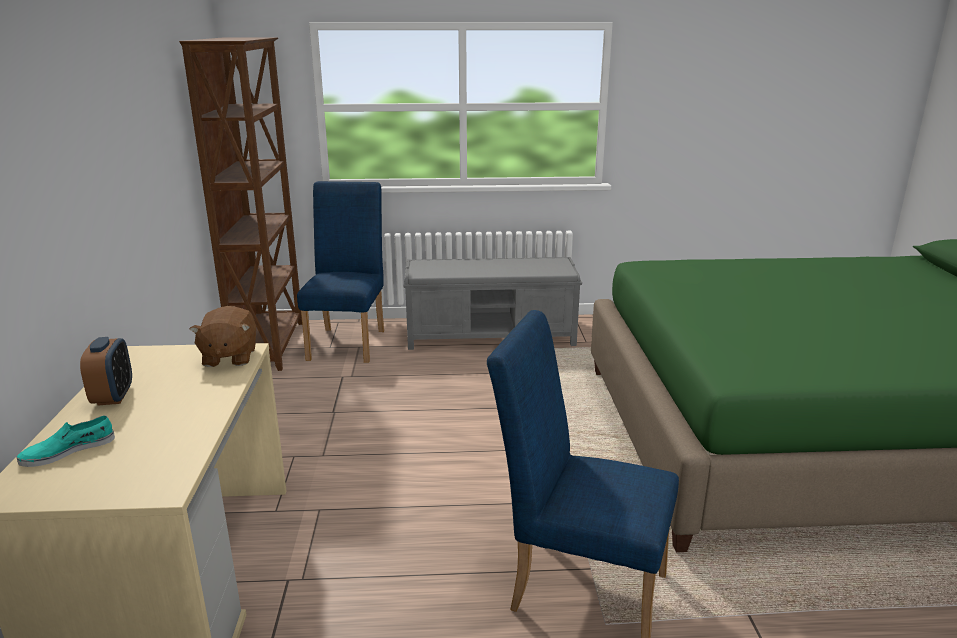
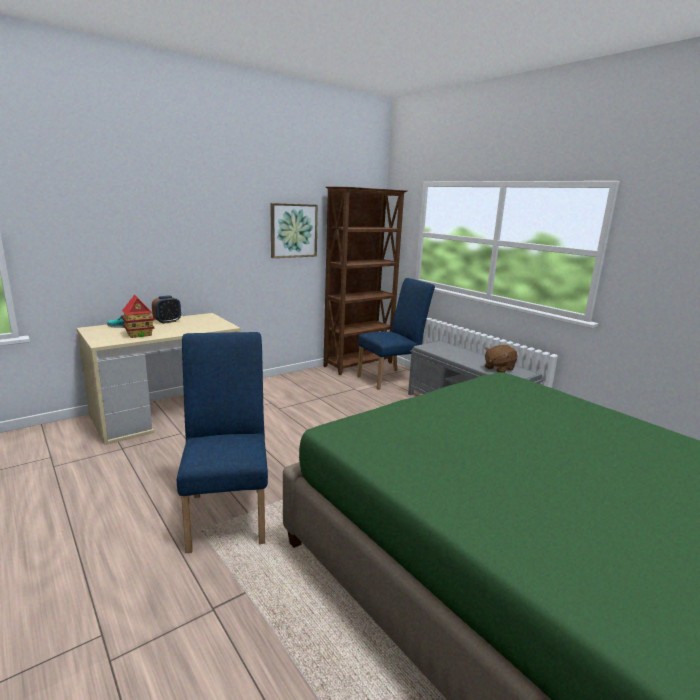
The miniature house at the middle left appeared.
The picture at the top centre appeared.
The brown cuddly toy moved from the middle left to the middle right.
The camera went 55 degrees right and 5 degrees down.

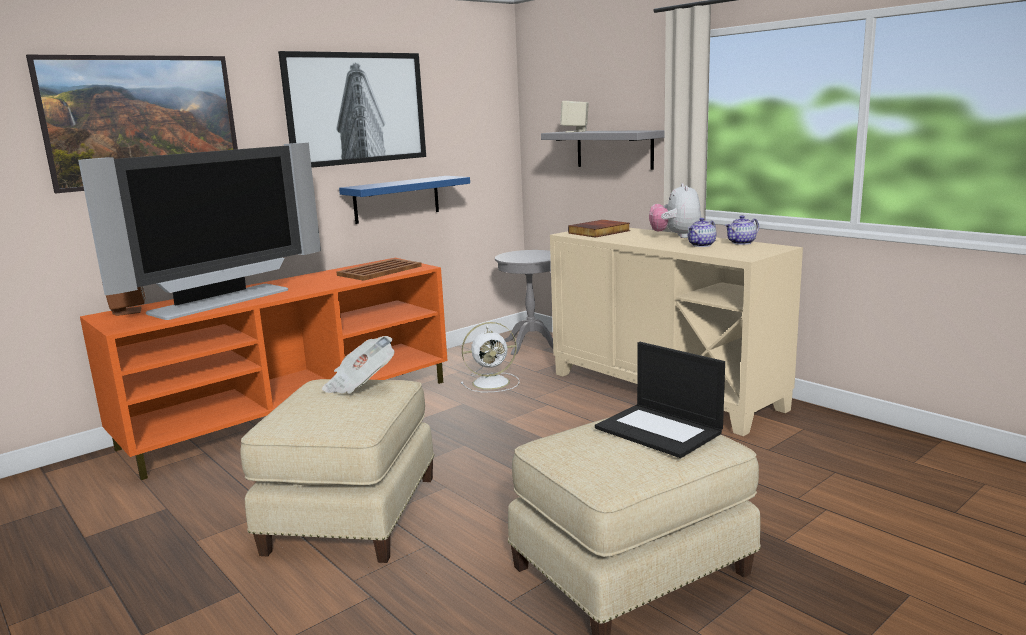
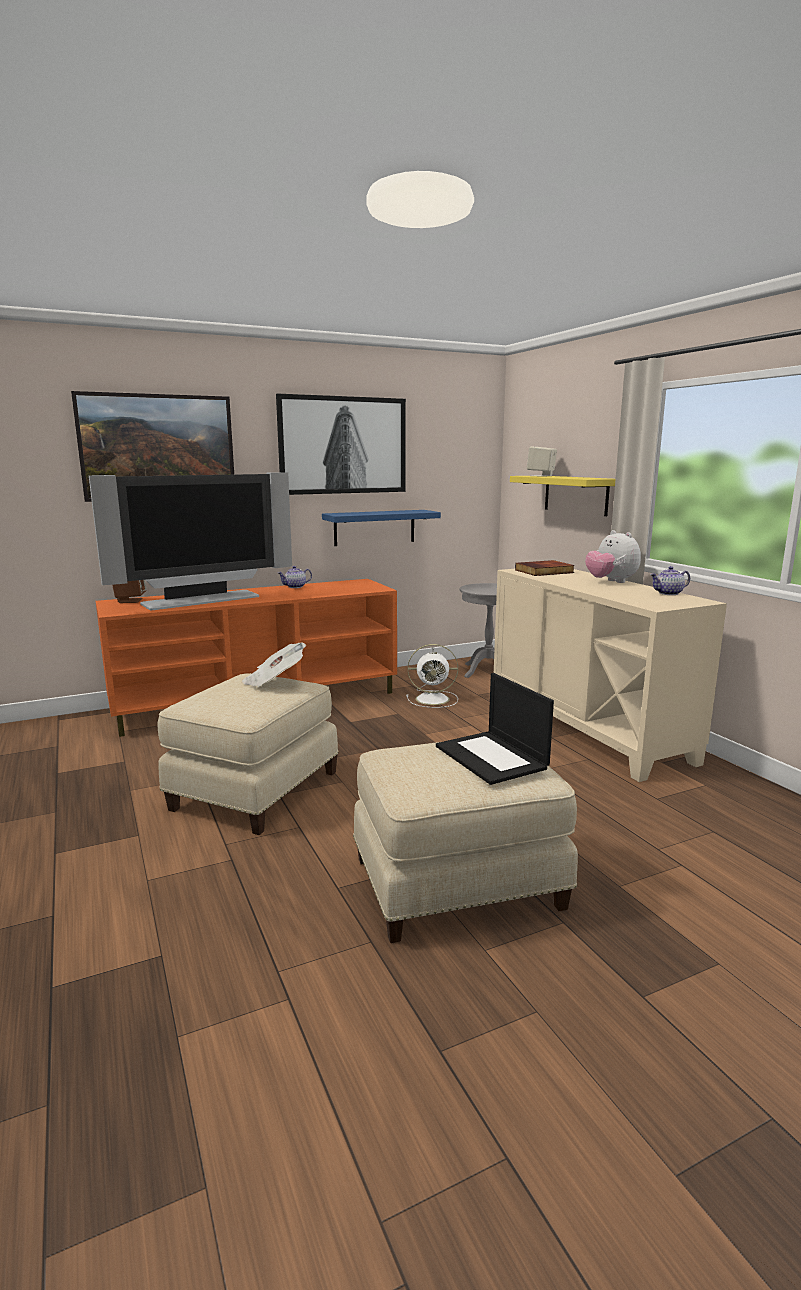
The tea pot (1st from left) moved from the middle right to the centre.
The greyish shelf at the top centre became the yellowish shelf at the middle right.
The cuddly toy at the top centre turned 45 degrees counterclockwise.
The brown tray at the centre disappeared.
The camera went 15 degrees right and 0 degrees up.

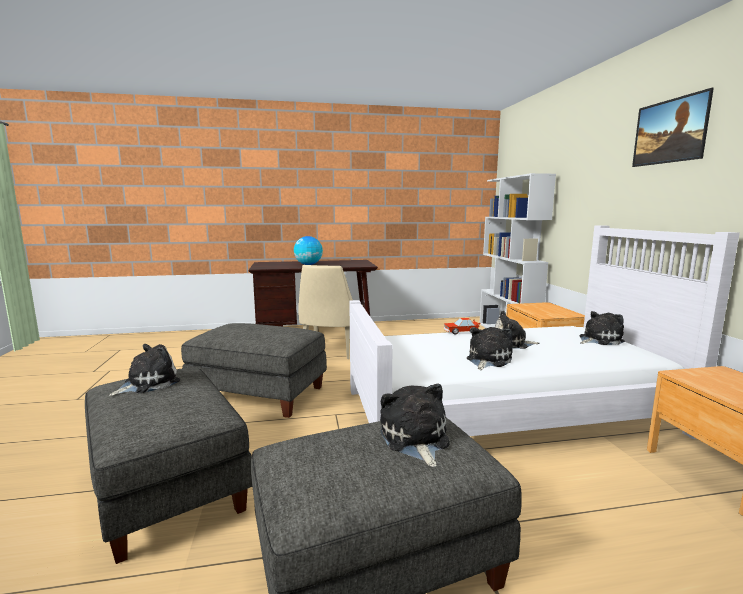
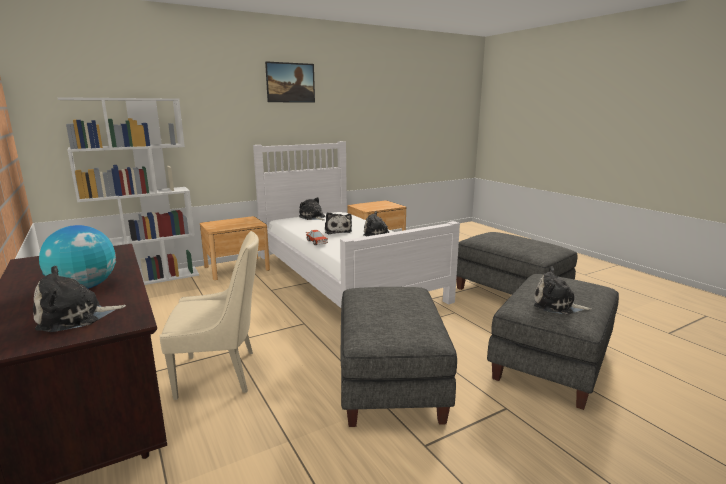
The cuddly toy (2nd from left in the first image) moved from the bottom centre to the middle left.
The camera went 110 degrees left and 5 degrees up.

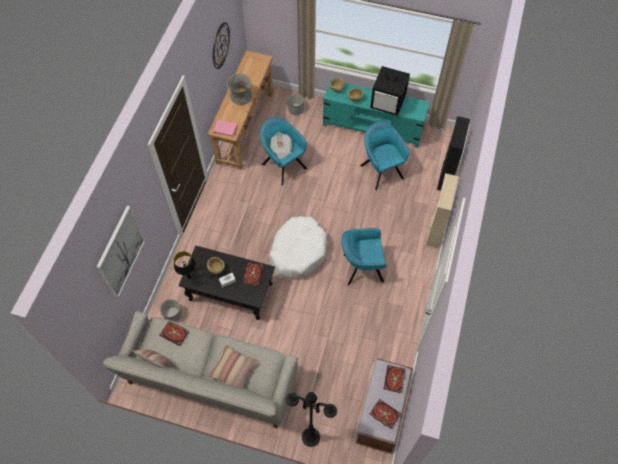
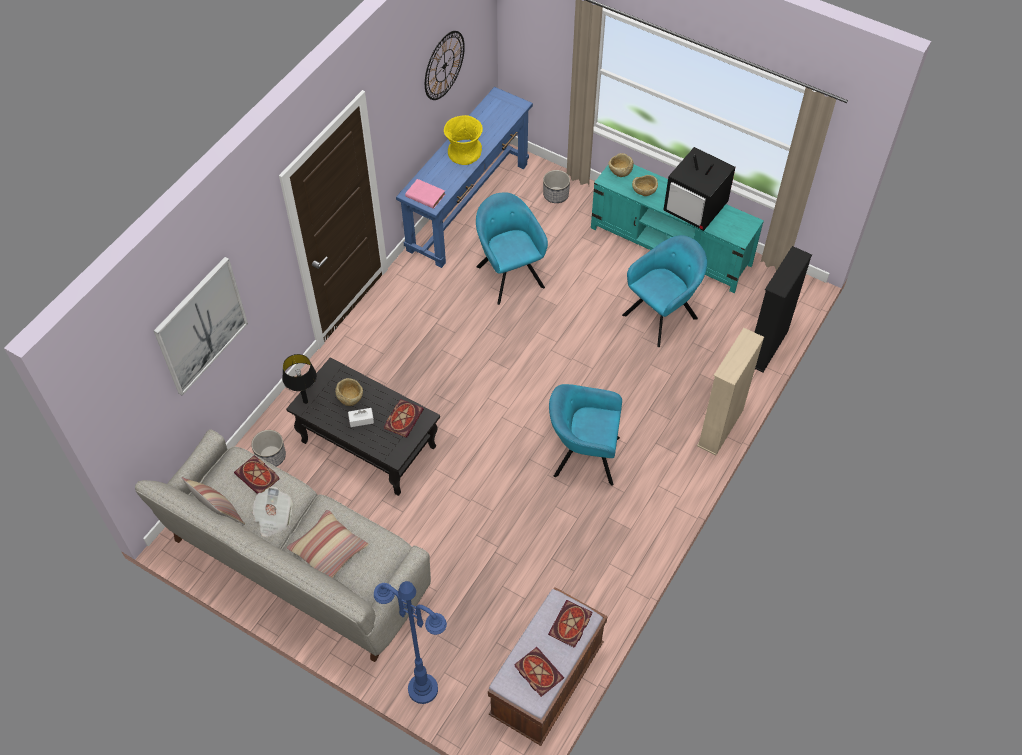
The printed paper moved from the top centre to the bottom left.
The black-coloured standard lamp at the bottom centre became the blue standard lamp at the bottom centre.
The brown hall table at the top centre became the blue hall table at the top centre.
The greyish decorative vase at the top centre became the yellowish decorative vase at the top centre.
The turquoise-coloured armchair (3rd from left) at the centre turned 60 degrees clockwise.
The white-coloured dog cushion at the centre disappeared.
The camera went 15 degrees right and 5 degrees down.

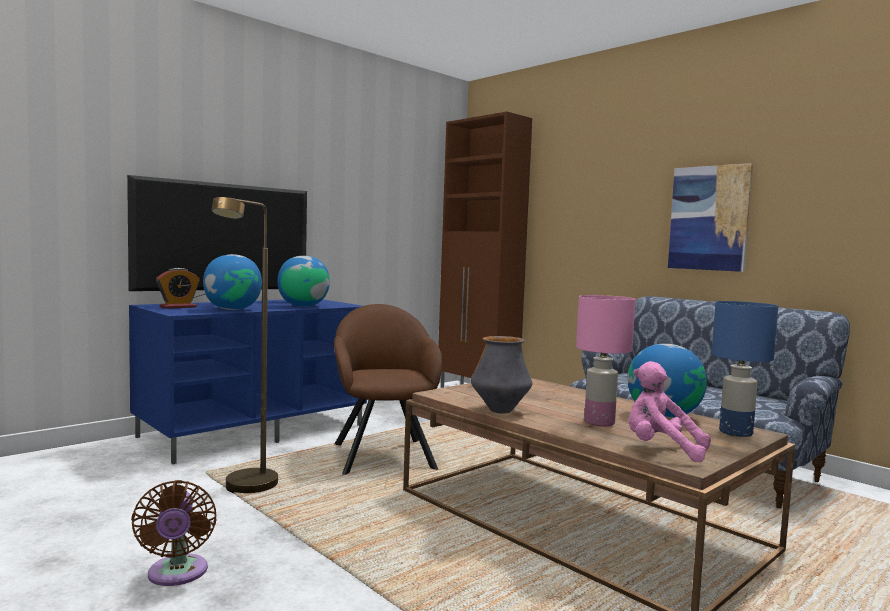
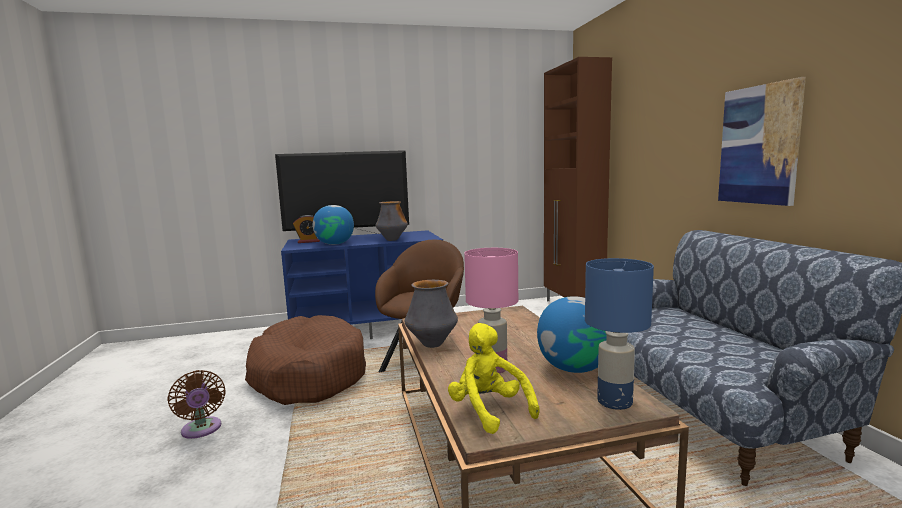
The brown fan at the bottom left turned 45 degrees counterclockwise.
The brown standard lamp at the middle left was replaced by the brown dog cushion at the bottom centre.
The desk globe (2nd from left) at the centre was replaced by the decorative vase (1st from left) at the centre.
The pink cuddly toy at the bottom right became the yellowish cuddly toy at the bottom centre.
The camera went 30 degrees right and 5 degrees up.

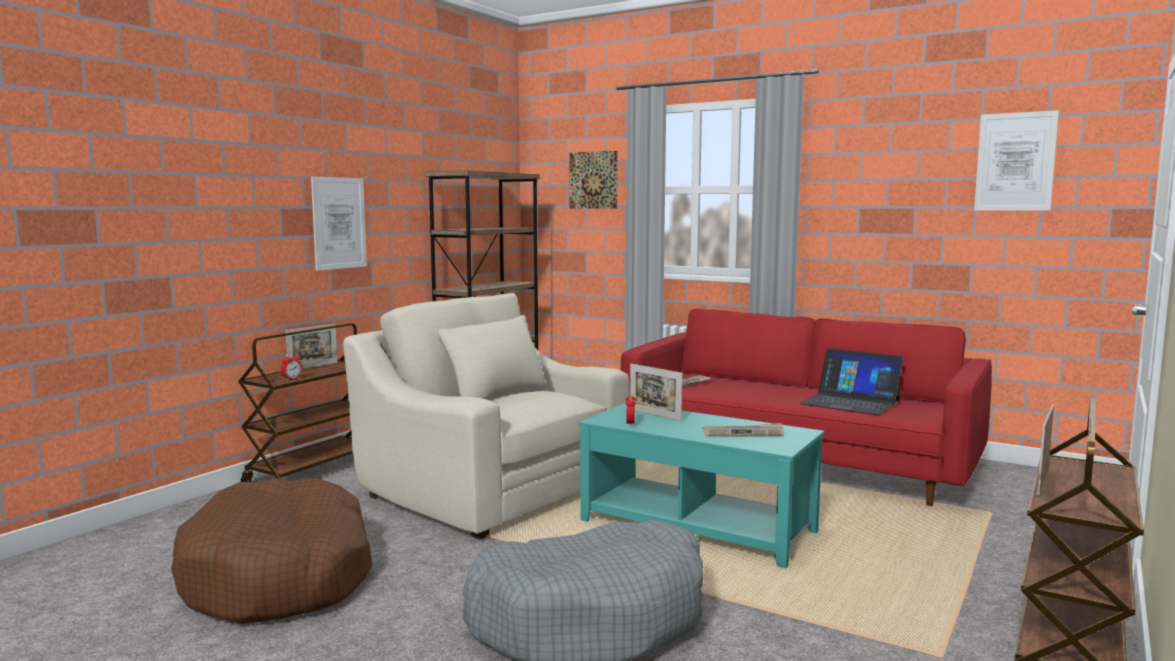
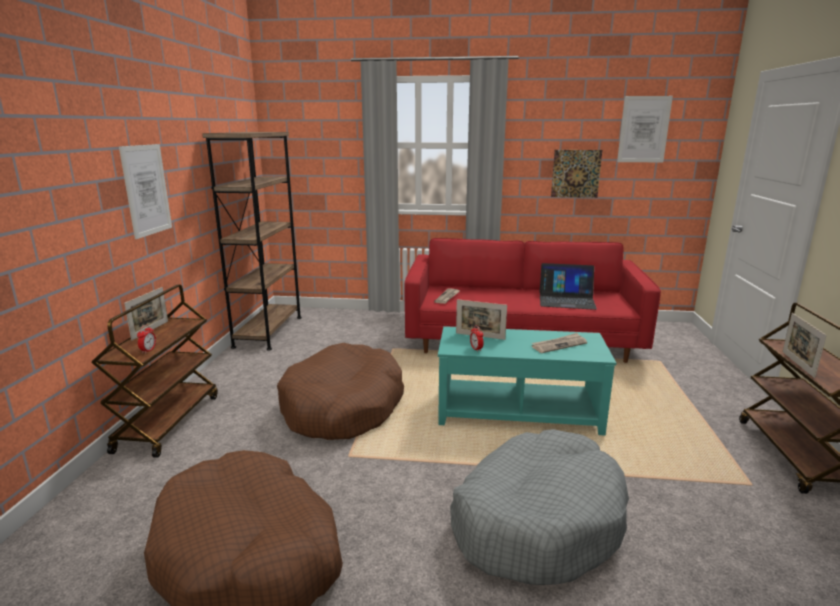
The beige-coloured armchair at the centre was replaced by the brown dog cushion (2nd from left) at the centre.
The picture (2nd from left) moved from the top centre to the top right.
The camera went 25 degrees left and 10 degrees up.

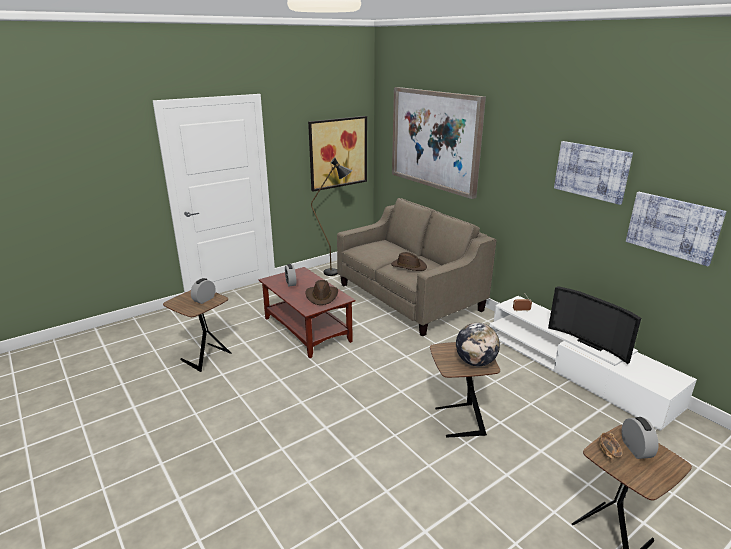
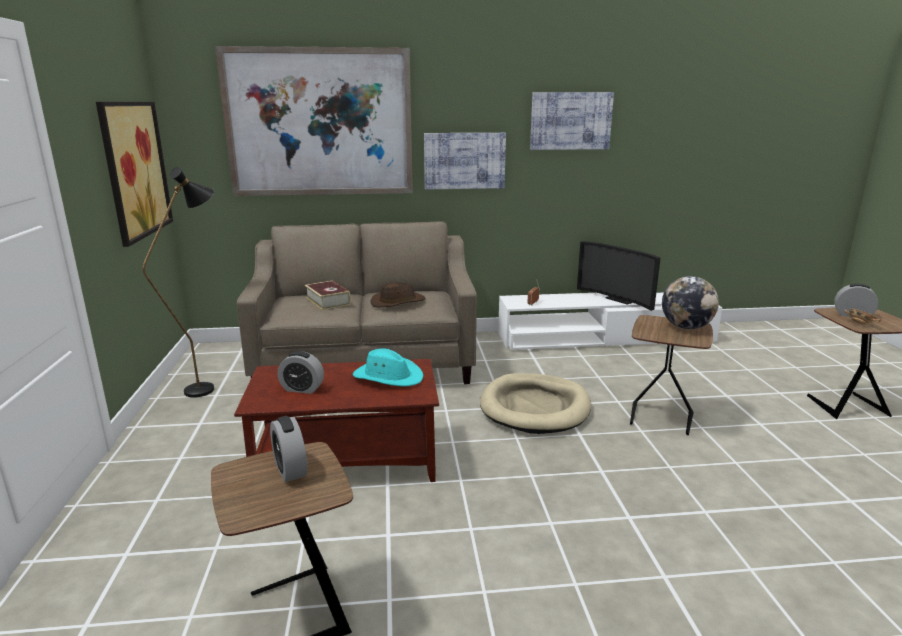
The volume at the centre appeared.
The brown hat (1st from left) at the centre became the turquoise-coloured hat at the centre.
The picture (4th from left in the first image) moved from the middle right to the top centre.
The beige-coloured dog cushion at the centre appeared.
The television at the middle right turned 60 degrees clockwise.
The camera went 60 degrees left and 5 degrees down.

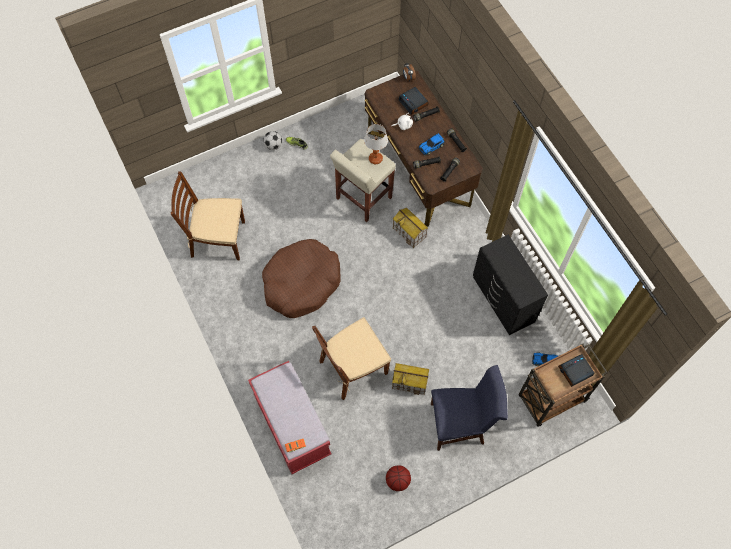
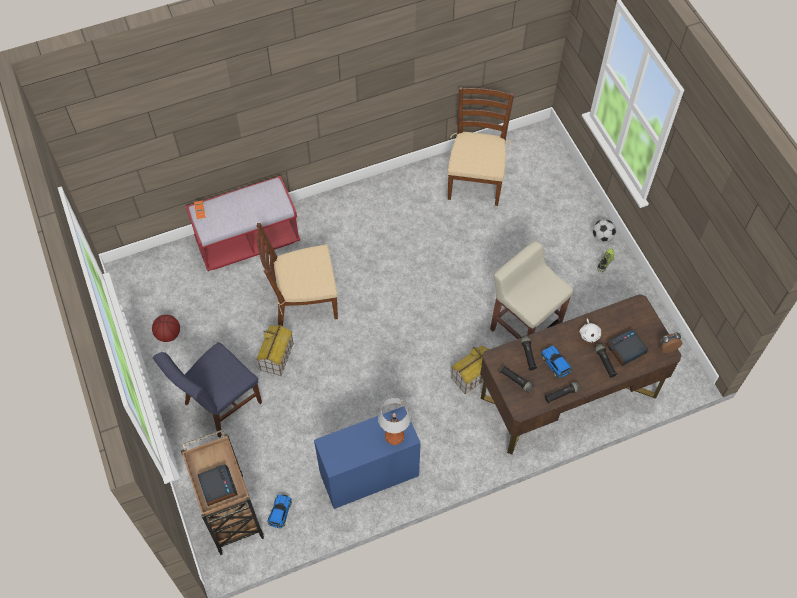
The blue chair at the bottom centre turned 45 degrees clockwise.
The brown chair (2nd from left in the first image) at the centre turned 75 degrees counterclockwise.
The black-coloured drawer chest at the middle right became the blue drawer chest at the bottom centre.
The table lamp moved from the top centre to the bottom centre.
The brown dog cushion at the centre disappeared.
The camera went 95 degrees right and 5 degrees down.

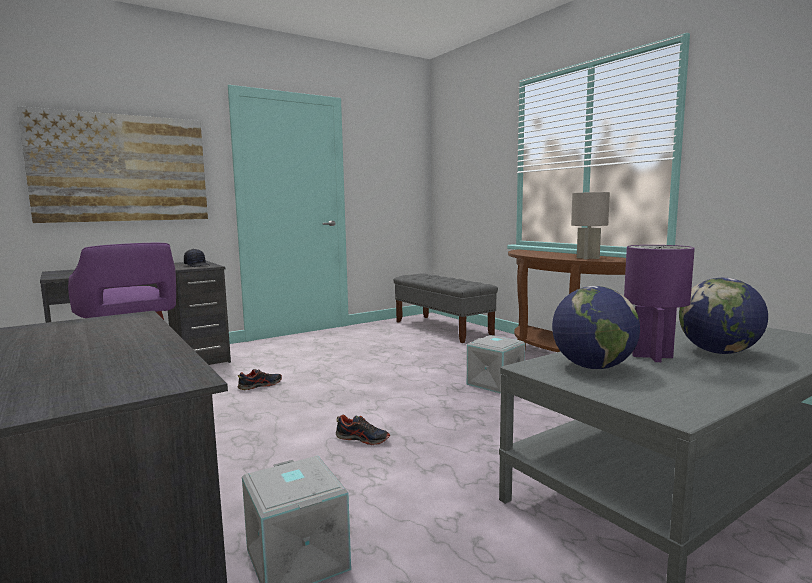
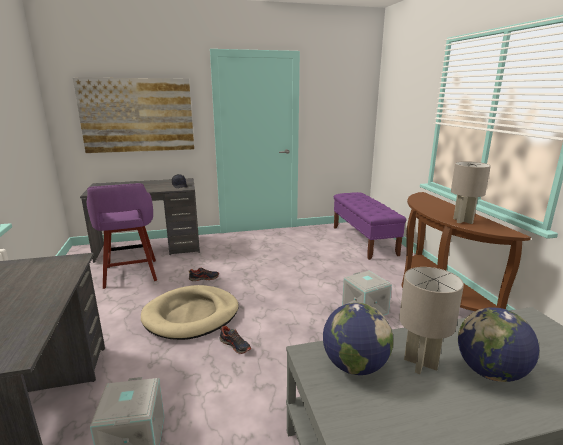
The beige-coloured dog cushion at the bottom centre appeared.
The greyish long seat at the centre became the purple-coloured long seat at the centre.
The purple-coloured table lamp at the middle right became the greyish table lamp (1st from left) at the bottom right.
The camera went 20 degrees right and 10 degrees up.

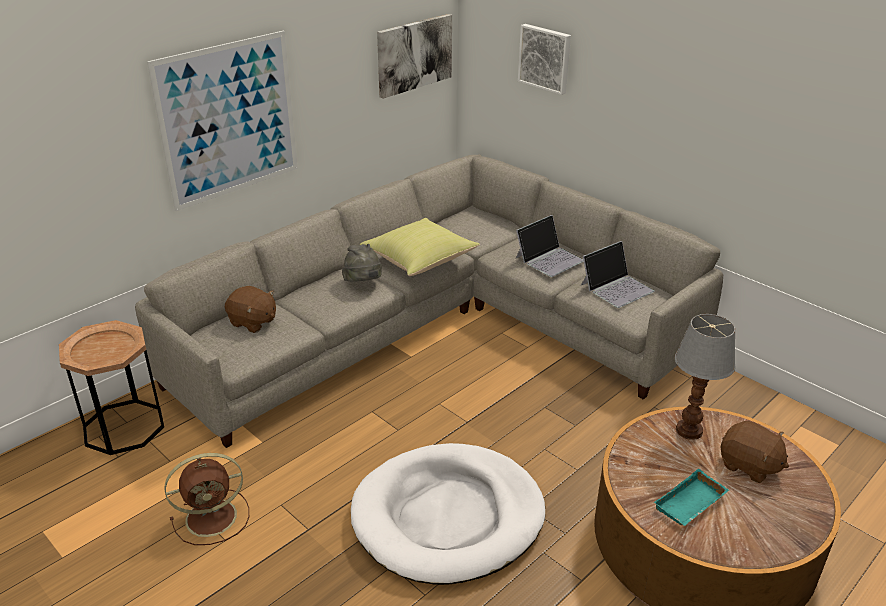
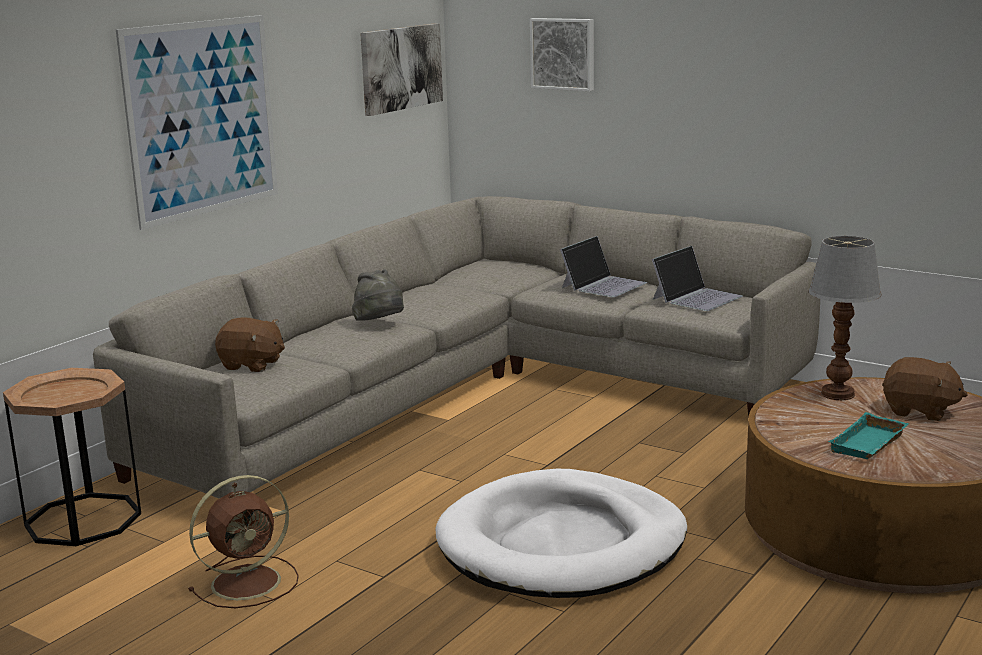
The yellowish throw pillow at the centre disappeared.
The camera went 10 degrees left and 15 degrees down.

